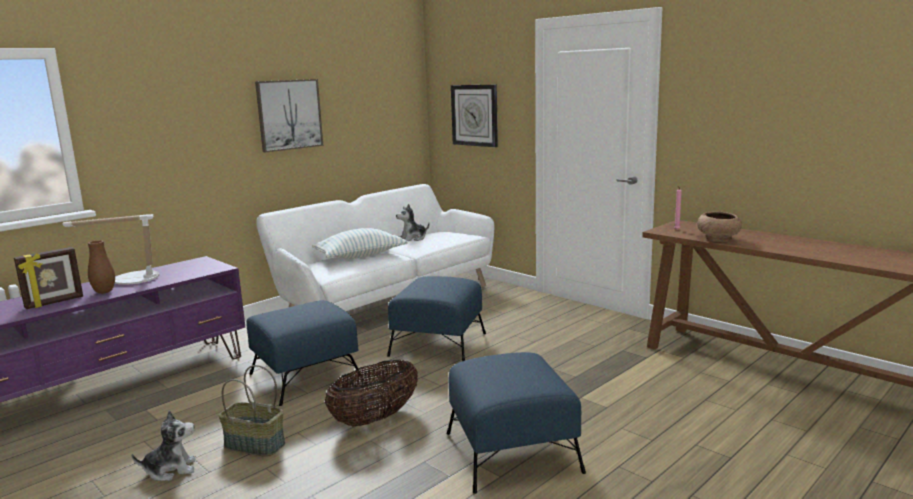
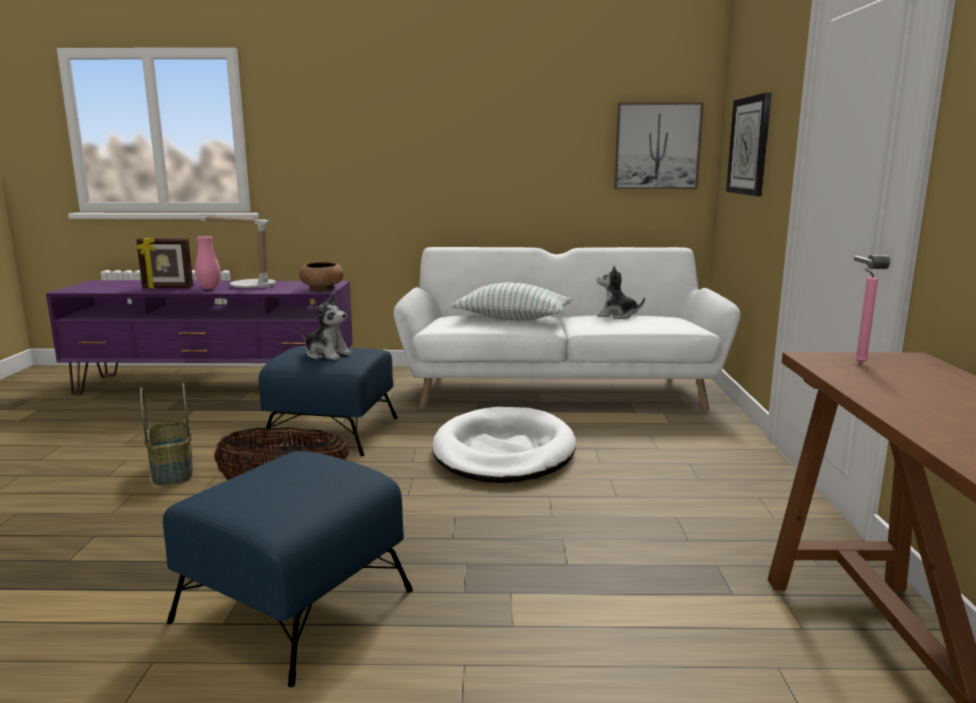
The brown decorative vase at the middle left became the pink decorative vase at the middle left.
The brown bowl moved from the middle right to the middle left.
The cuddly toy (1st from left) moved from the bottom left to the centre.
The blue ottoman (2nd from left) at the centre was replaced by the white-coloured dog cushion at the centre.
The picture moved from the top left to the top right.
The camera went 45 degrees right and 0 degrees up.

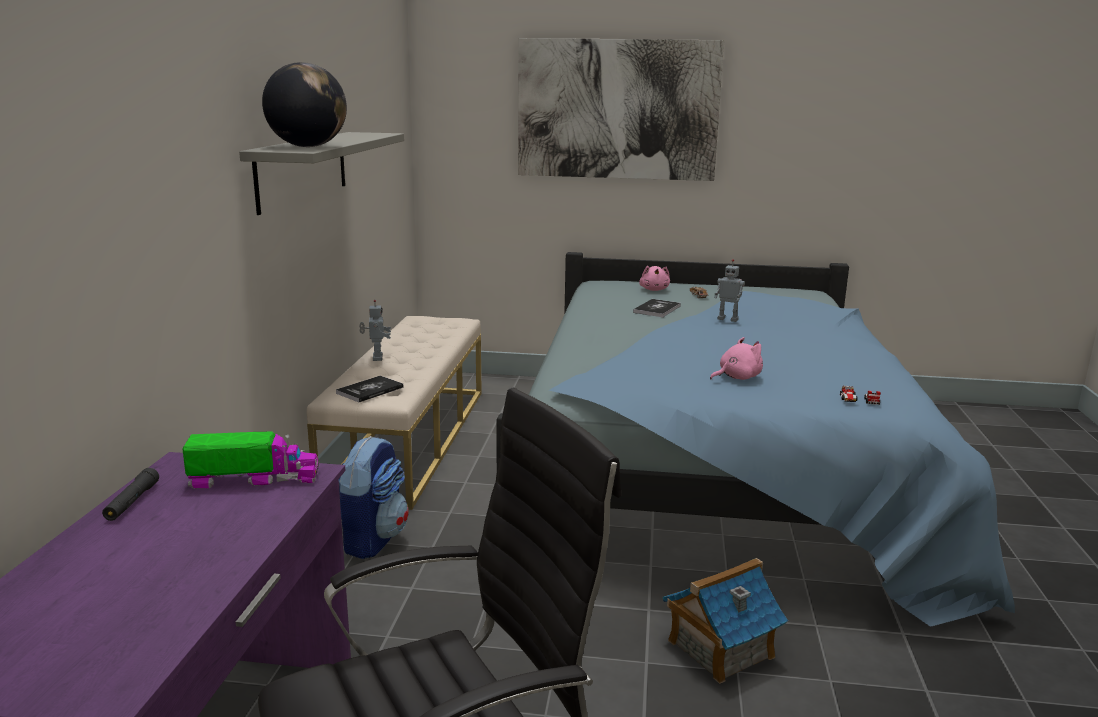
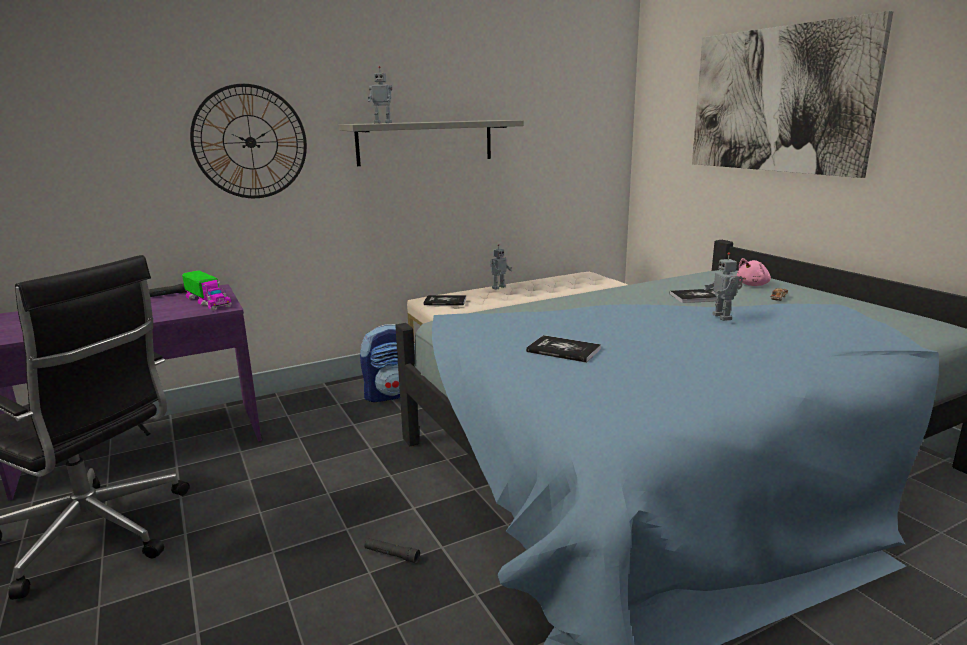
The wall clock at the top left appeared.
The miniature house at the bottom centre was replaced by the black-coloured torch (2nd from left) at the bottom centre.
The desk globe at the top left was replaced by the model robot (1st from left) at the top centre.
The pink cuddly toy (2nd from left) at the middle right was replaced by the volume (2nd from left) at the centre.
The model car (2nd from left) at the middle right disappeared.
The camera went 55 degrees right and 0 degrees up.

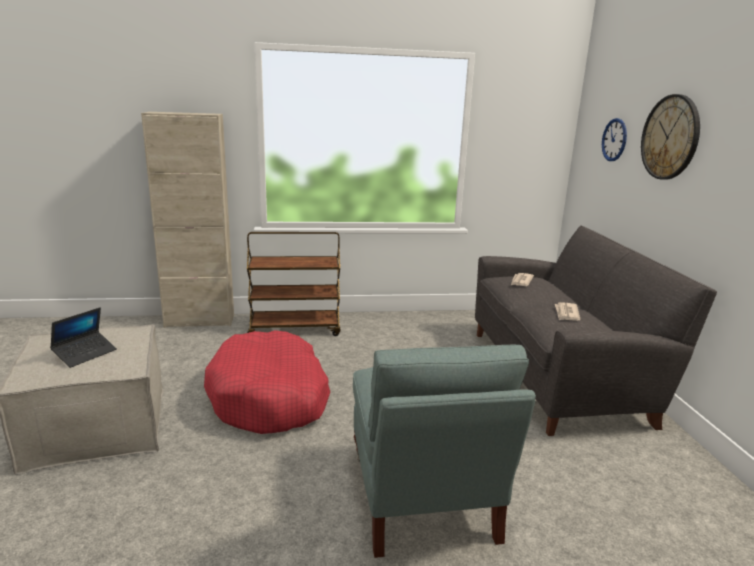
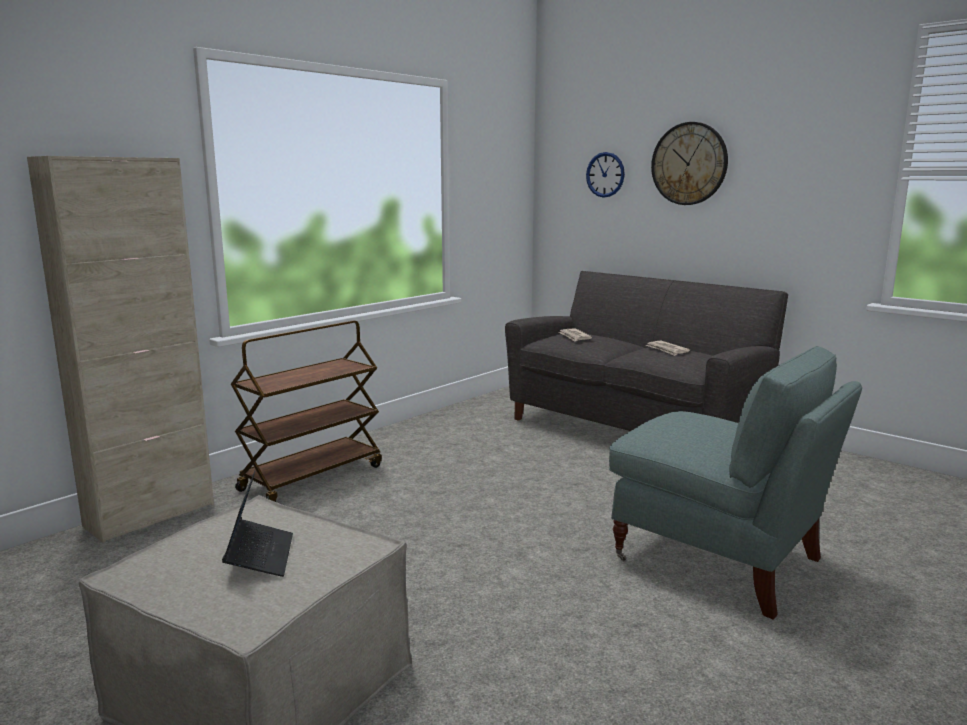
The red dog cushion at the bottom centre disappeared.
The camera went 40 degrees left and 5 degrees down.

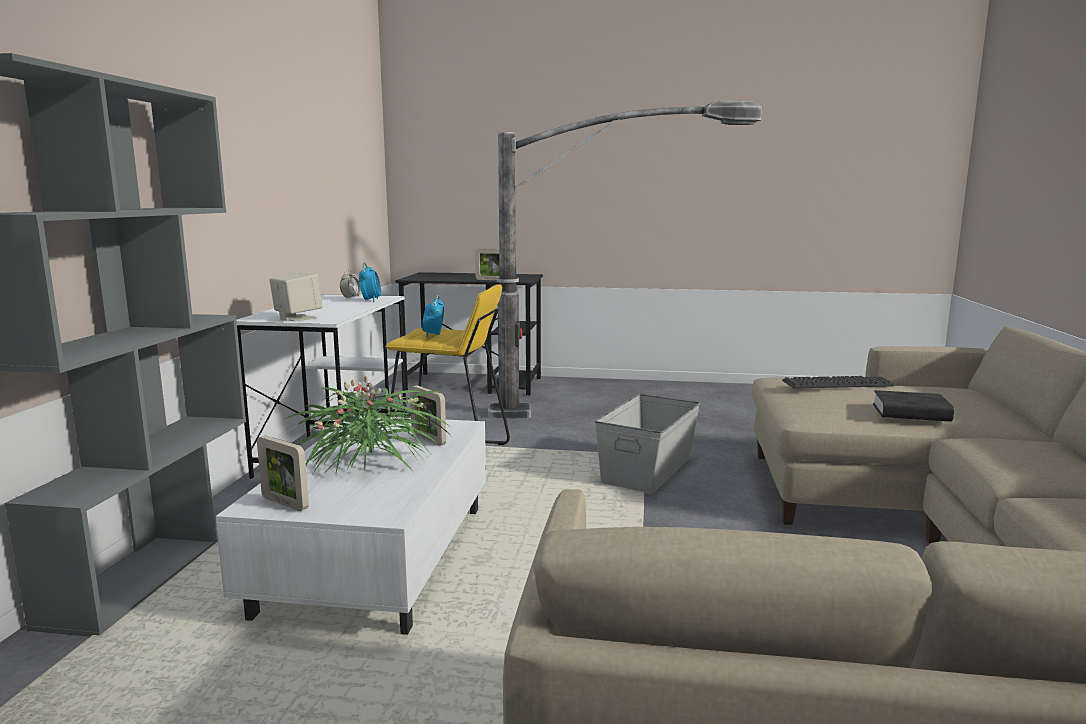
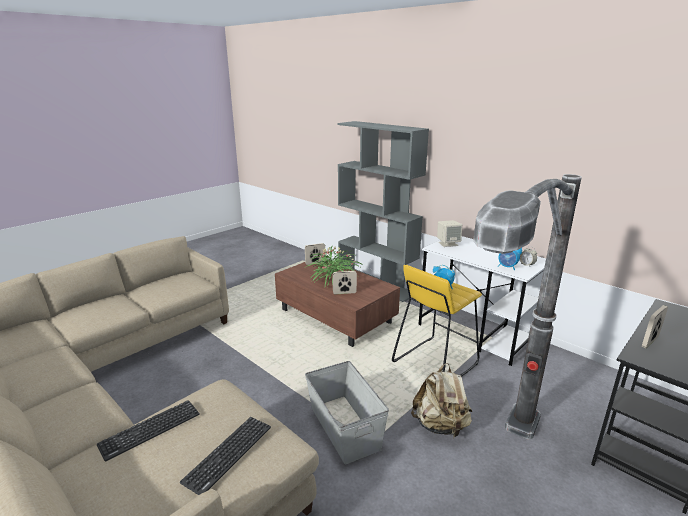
The black-coloured volume at the middle right was replaced by the computer keyboard (1st from left) at the bottom left.
The white-coloured low table at the bottom left became the brown low table at the centre.
The beige-coloured rucksack at the bottom centre appeared.
The camera went 125 degrees right and 10 degrees up.

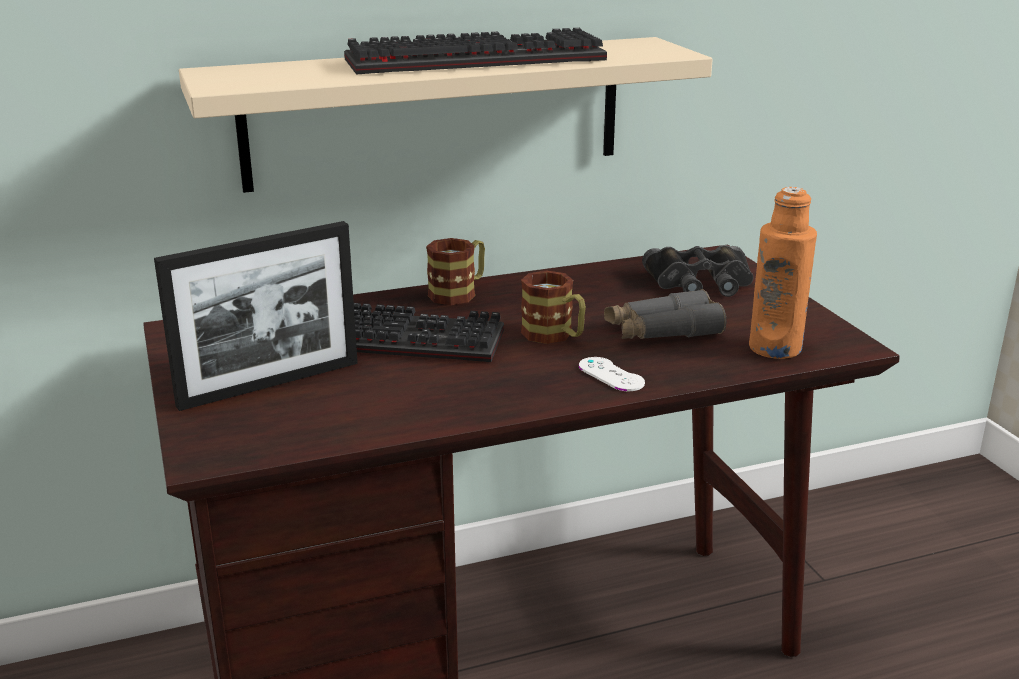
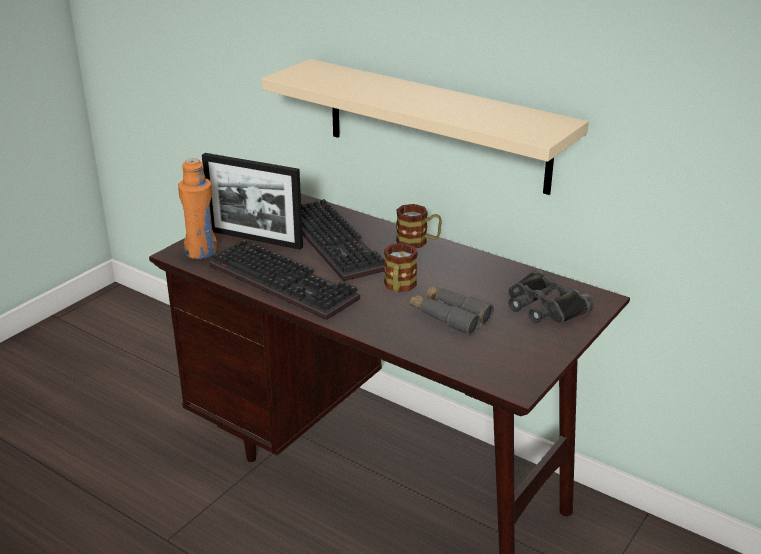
The orange beverage bottle moved from the middle right to the middle left.
The computer keyboard (2nd from left in the first image) moved from the top centre to the centre.
The white-coloured gamepad at the centre disappeared.
The camera went 55 degrees right and 5 degrees up.

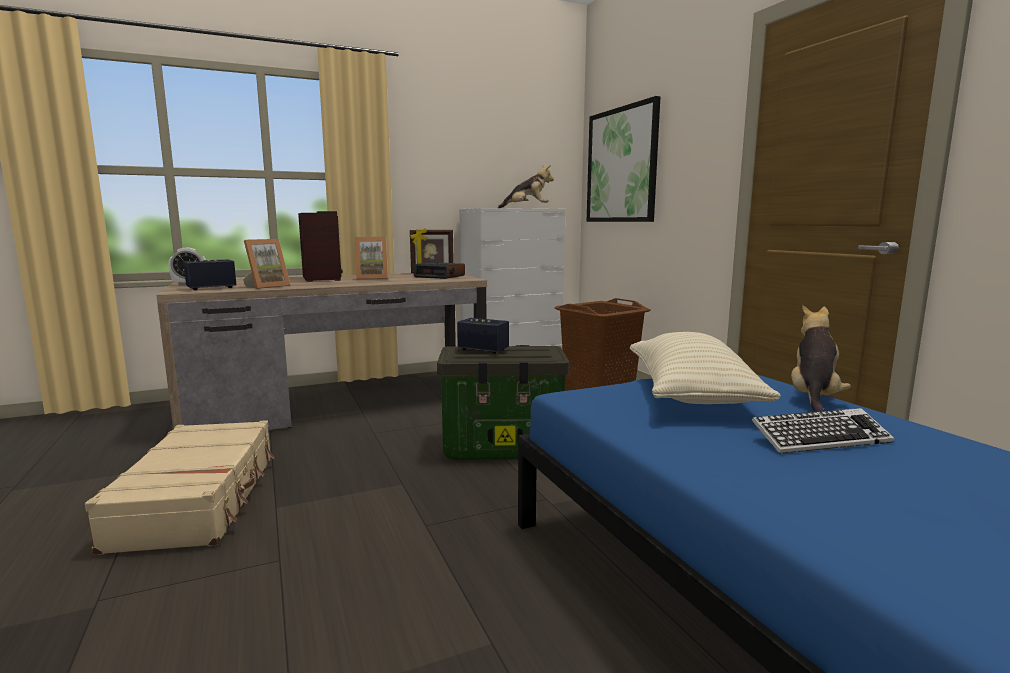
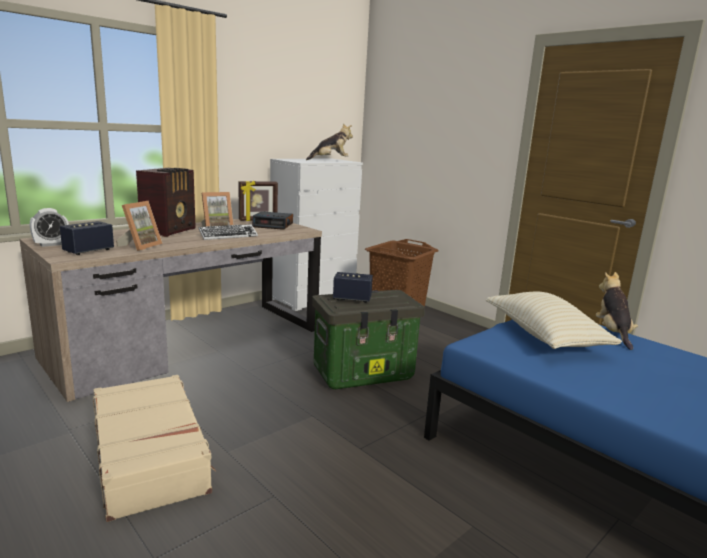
The radio set at the middle left turned 60 degrees clockwise.
The computer keyboard moved from the middle right to the middle left.
The picture at the top centre disappeared.
The camera went 20 degrees left and 5 degrees up.

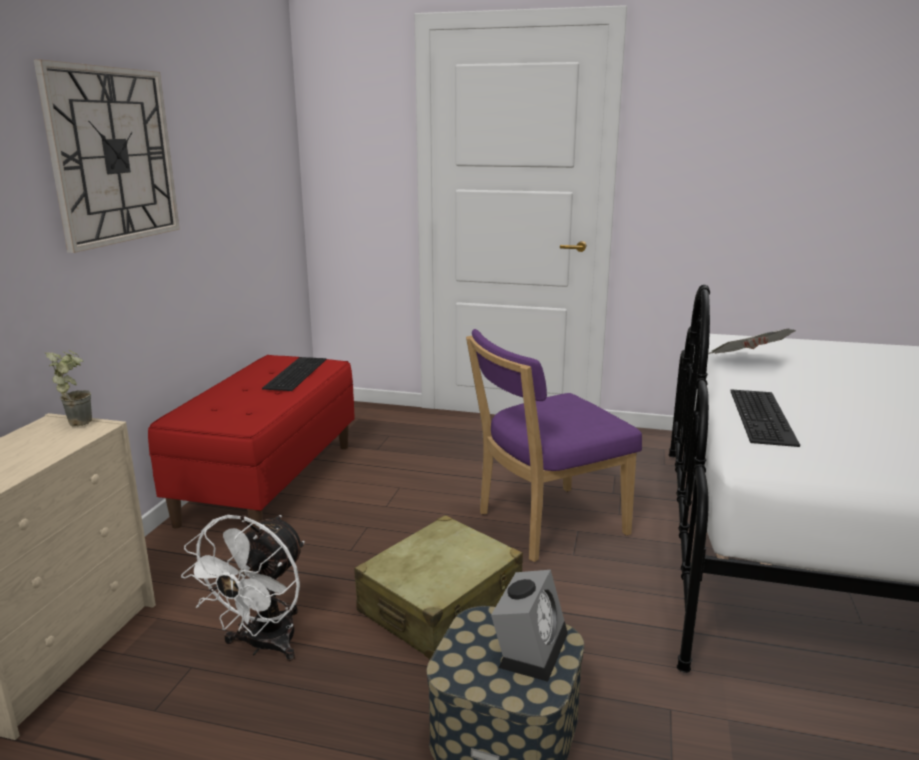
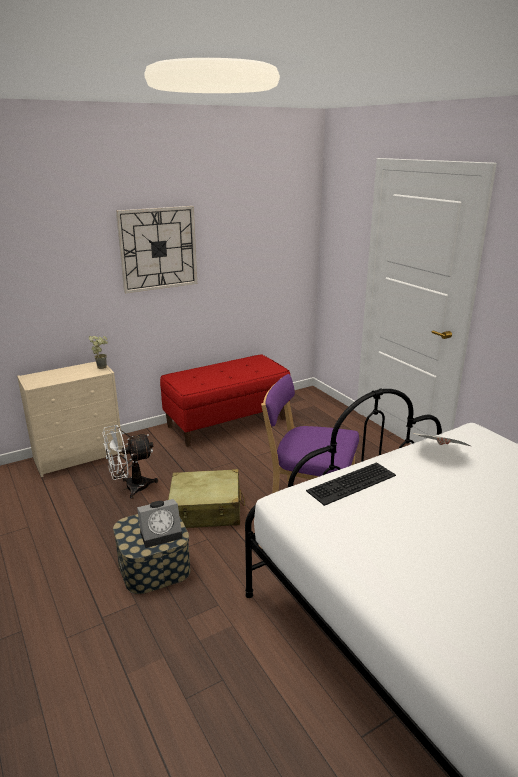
The computer keyboard (1st from left) at the middle left disappeared.
The camera went 45 degrees right and 5 degrees up.

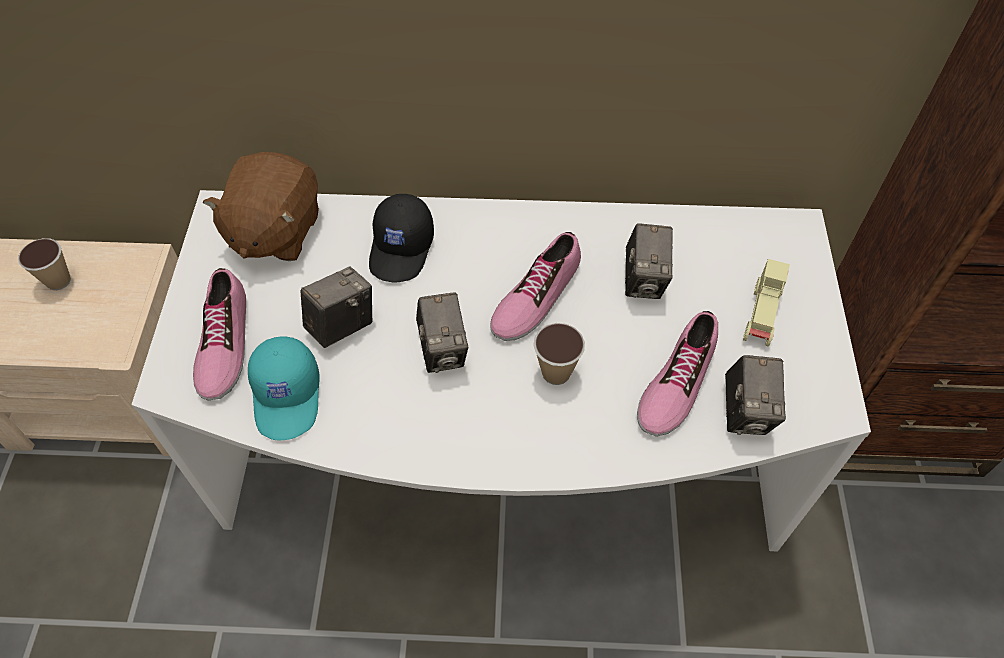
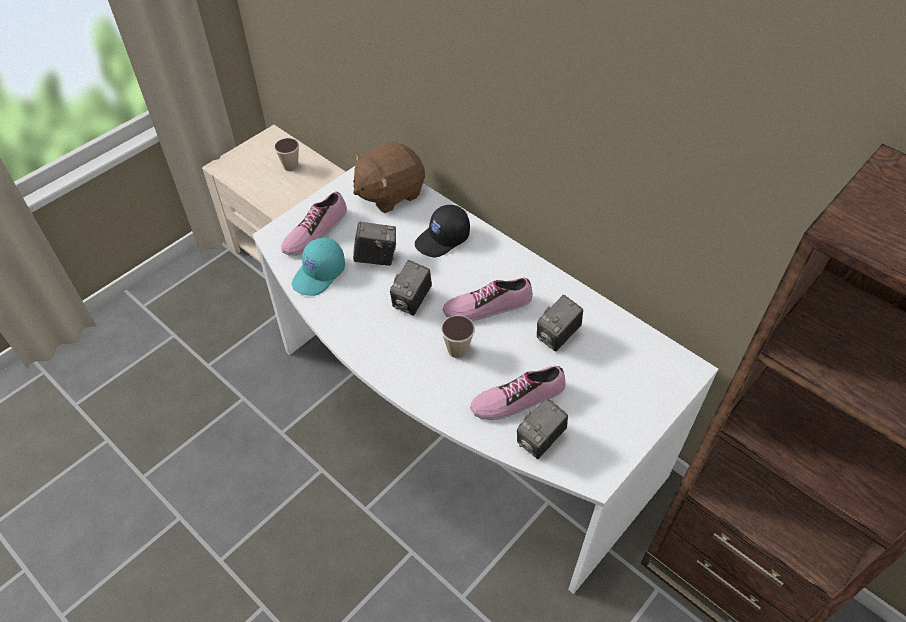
The beige-coloured model car at the middle right disappeared.
The camera went 40 degrees right and 5 degrees down.

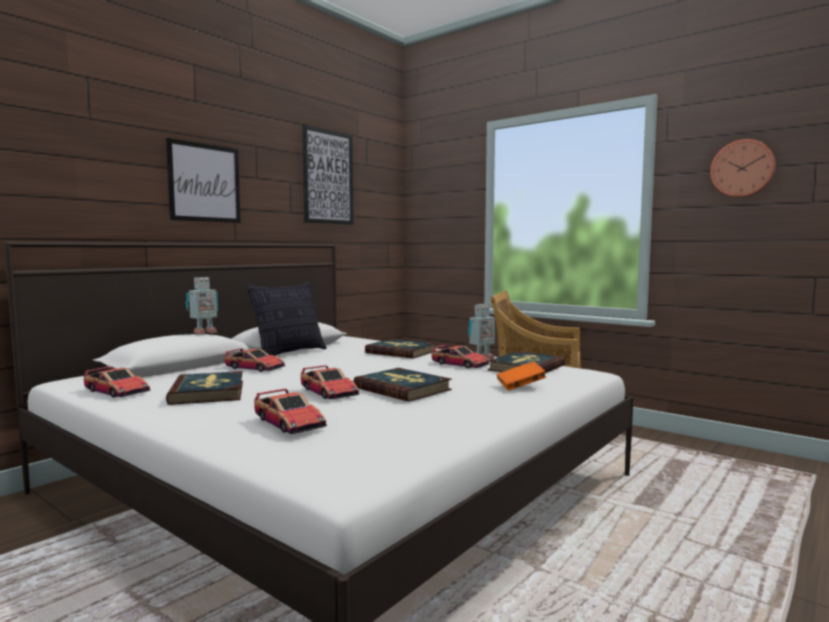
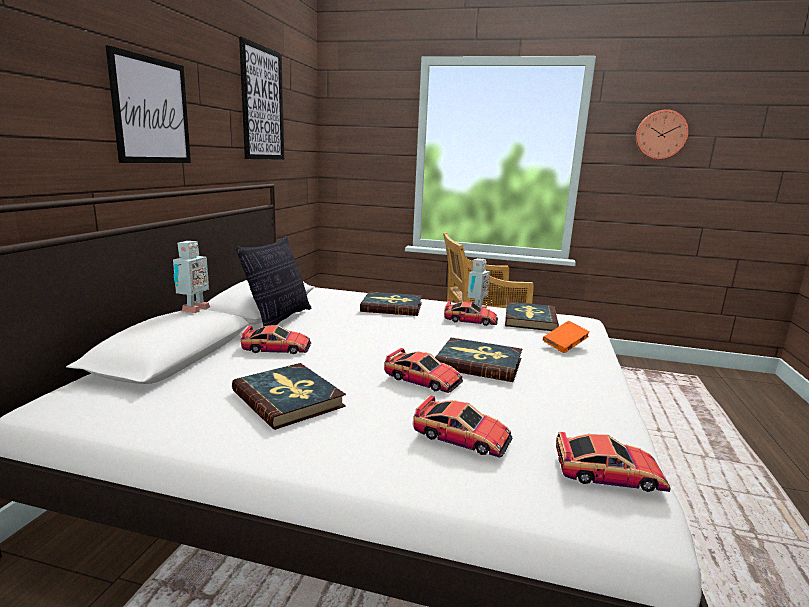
The model car (1st from left in the first image) moved from the middle left to the bottom right.
The camera went 25 degrees left and 10 degrees up.

